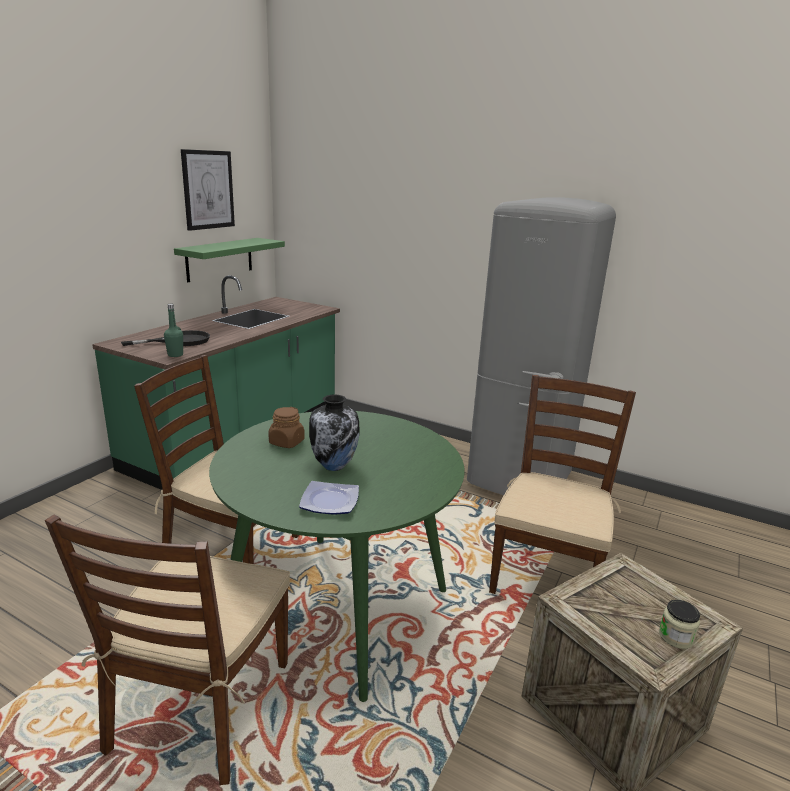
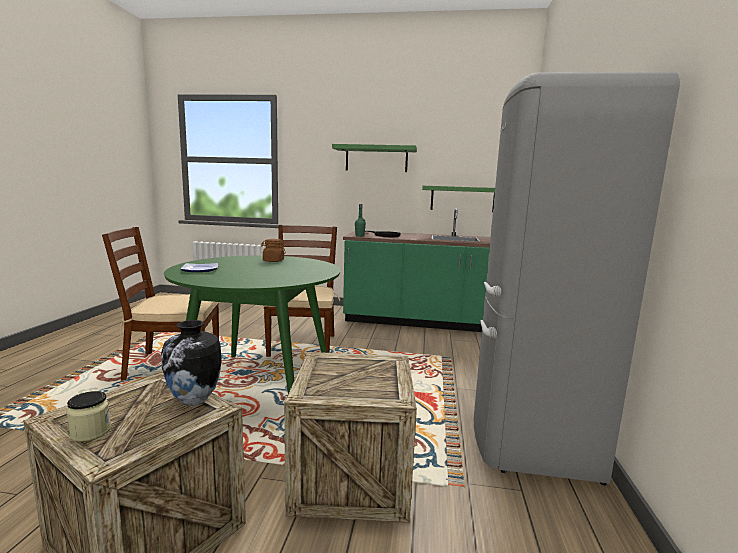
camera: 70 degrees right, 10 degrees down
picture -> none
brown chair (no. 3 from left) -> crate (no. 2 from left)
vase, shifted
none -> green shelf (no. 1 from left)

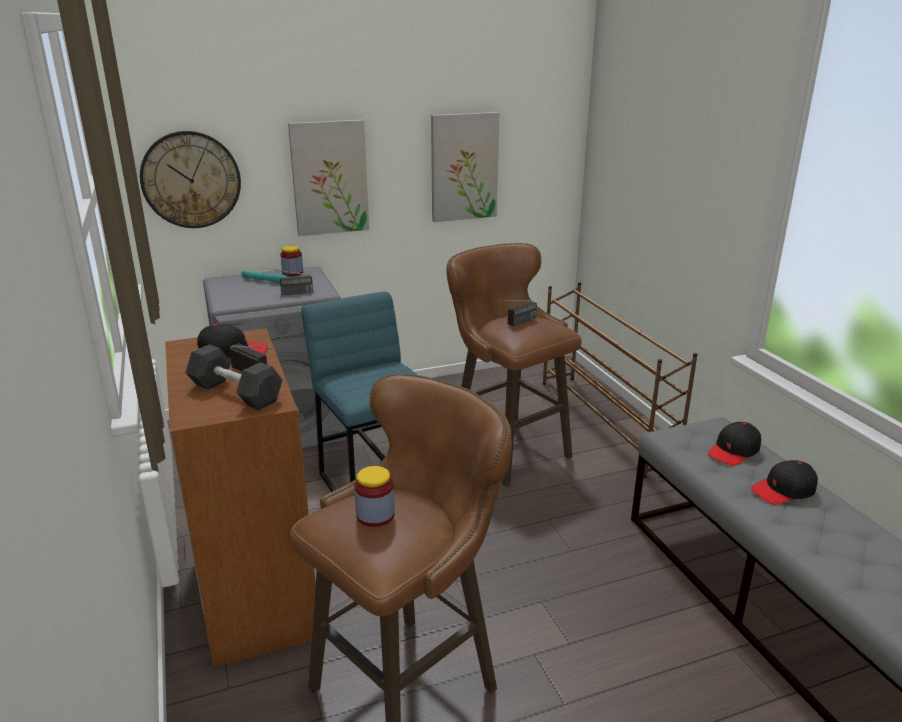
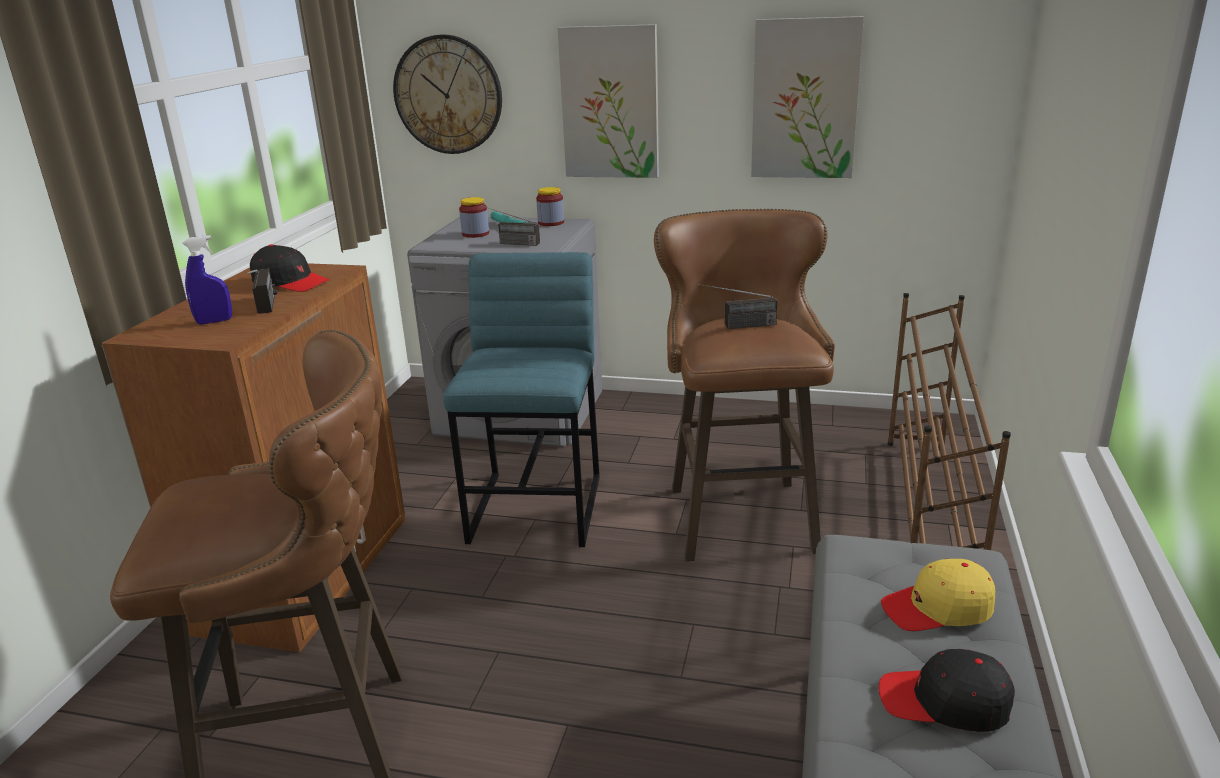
camera: 35 degrees right, 0 degrees up
grey dumbbell -> blue spray bottle
black cap (no. 2 from left) -> yellow cap
jar (no. 2 from left in the first image) -> jar (no. 1 from left), shifted

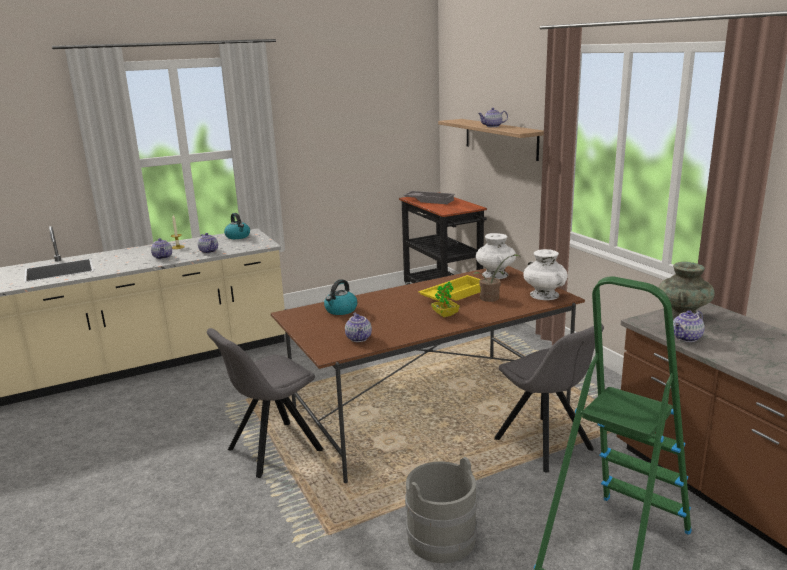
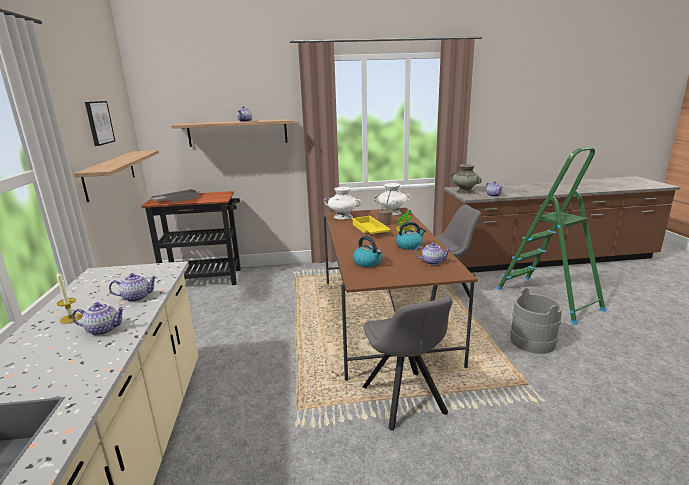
camera: 70 degrees left, 0 degrees up
kettle (no. 1 from left in the first image) -> kettle (no. 2 from left), shifted
none -> picture
none -> shelf (no. 1 from left)

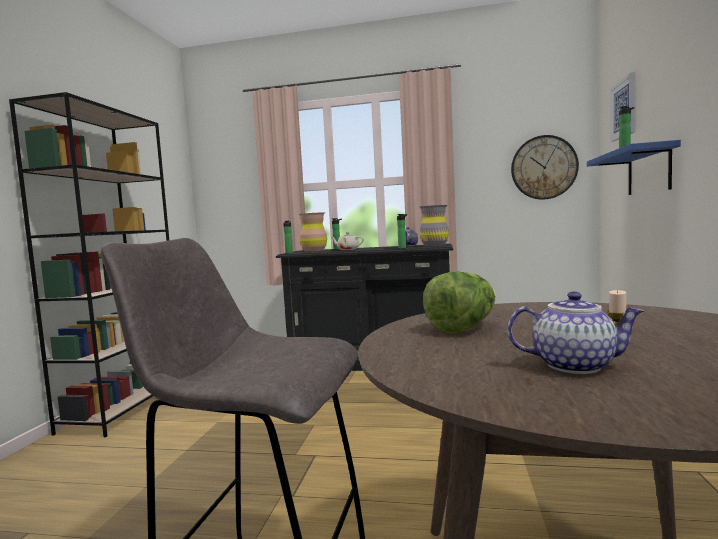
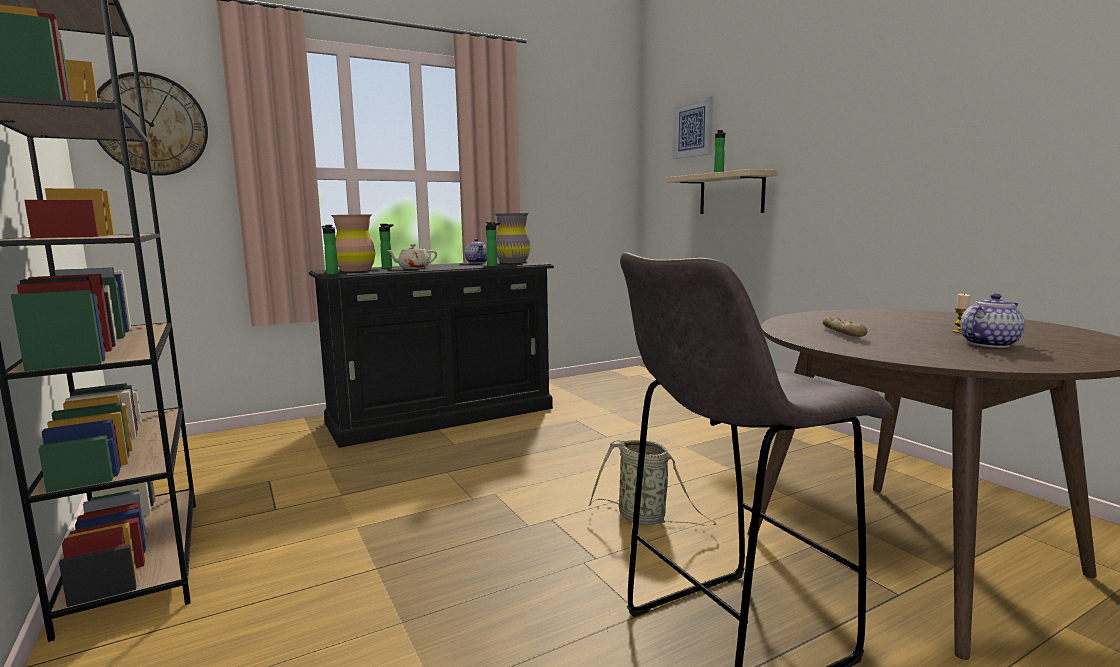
camera: 40 degrees left, 5 degrees up
wall clock, shifted
blue shelf -> beige shelf
lettuce -> bread
none -> basket

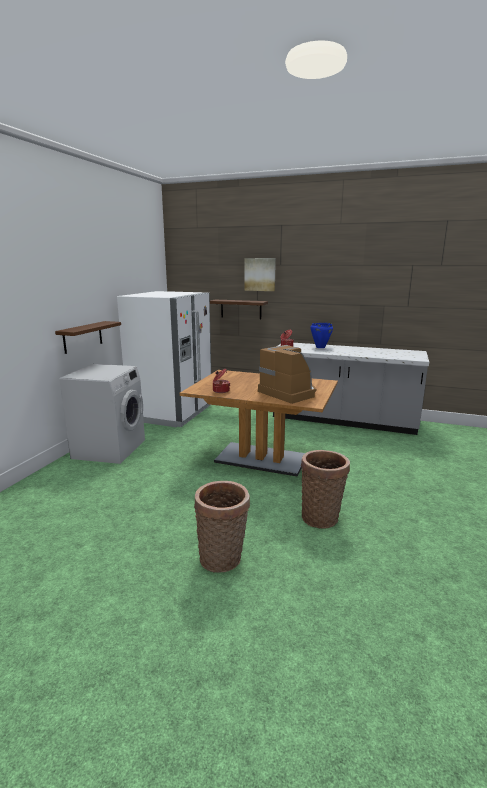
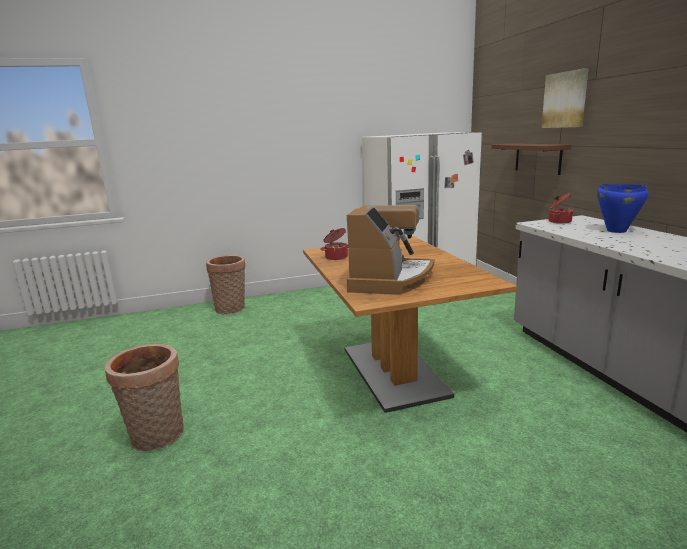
camera: 55 degrees right, 0 degrees up
brown shelf (no. 1 from left) -> none
white washing machine -> none
basket (no. 2 from left), shifted

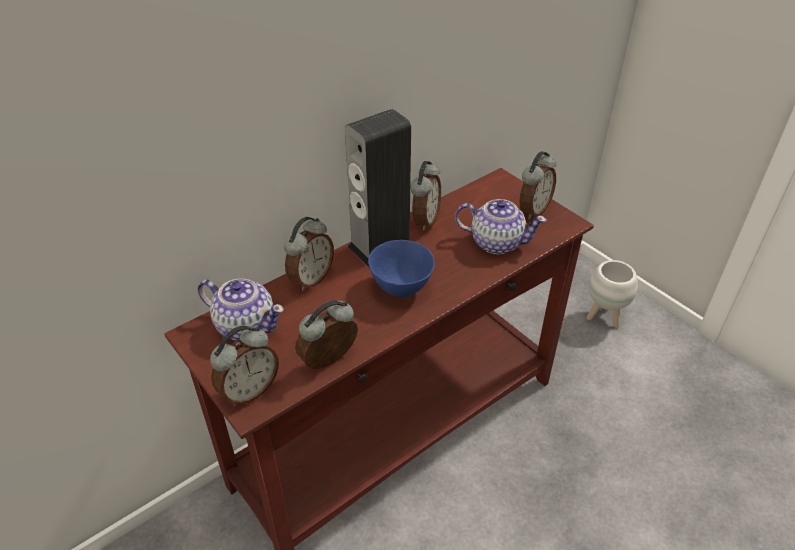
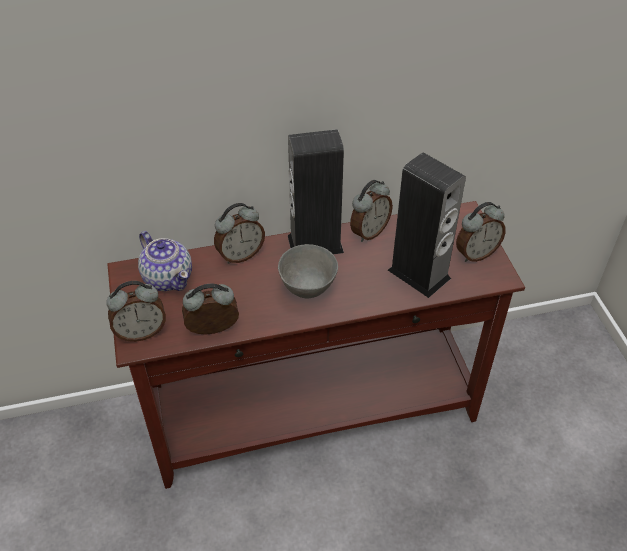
camera: 25 degrees right, 5 degrees up
teapot (no. 2 from left) -> speaker (no. 2 from left)
blue bowl -> grey bowl
white planter -> none

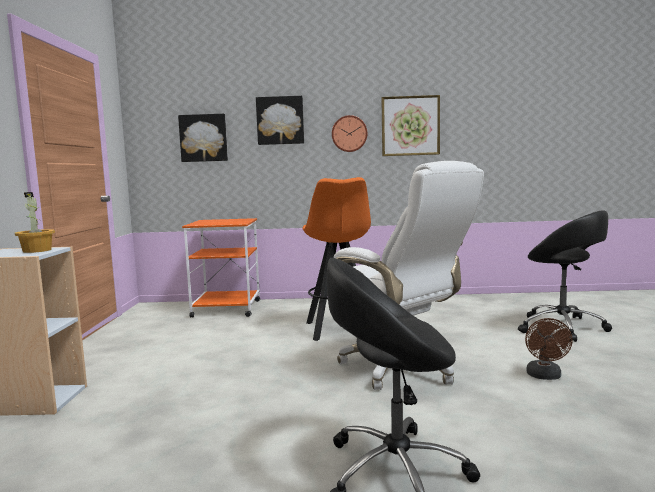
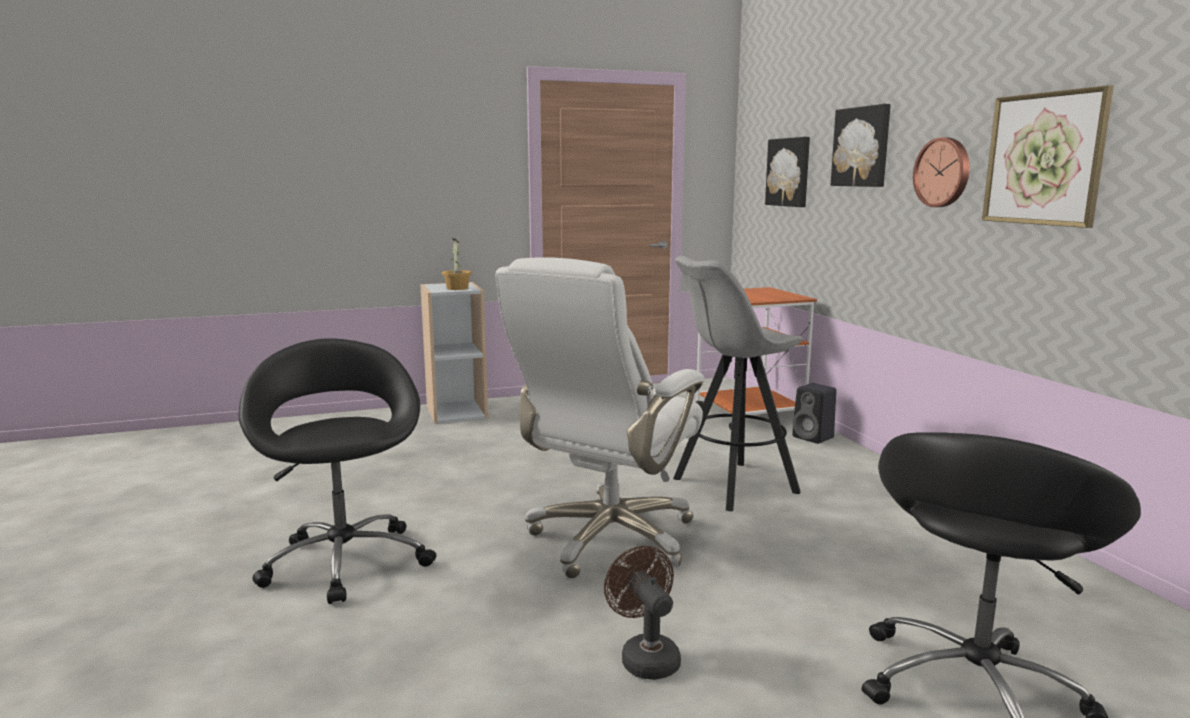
camera: 70 degrees right, 5 degrees up
orange stool -> grey stool
brown fan, 75 degrees clockwise
none -> black speaker

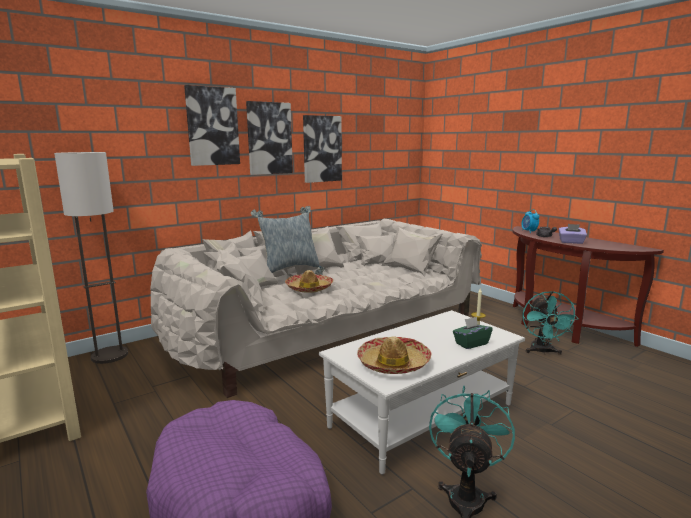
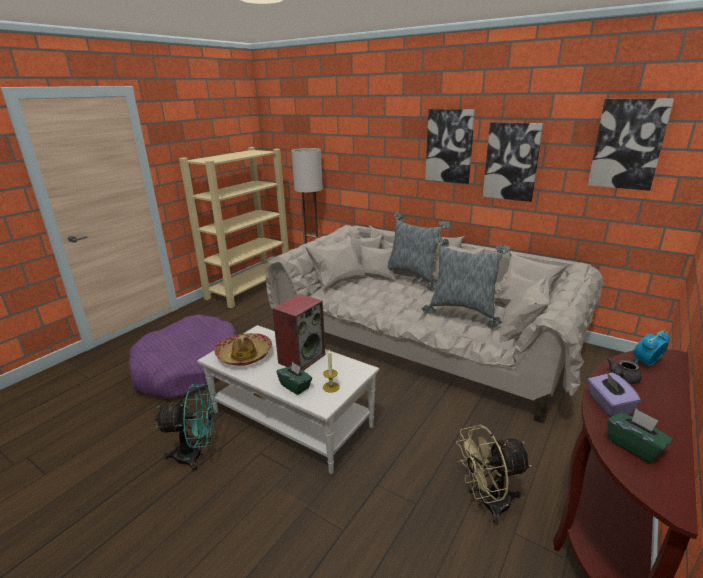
camera: 70 degrees right, 10 degrees up
picture (no. 1 from left in the first image) -> picture (no. 3 from left), shifted
hat (no. 1 from left) -> none
turquoise fan (no. 2 from left) -> beige fan
none -> pillow (no. 2 from left)
none -> speaker
none -> green tissue box (no. 2 from left)

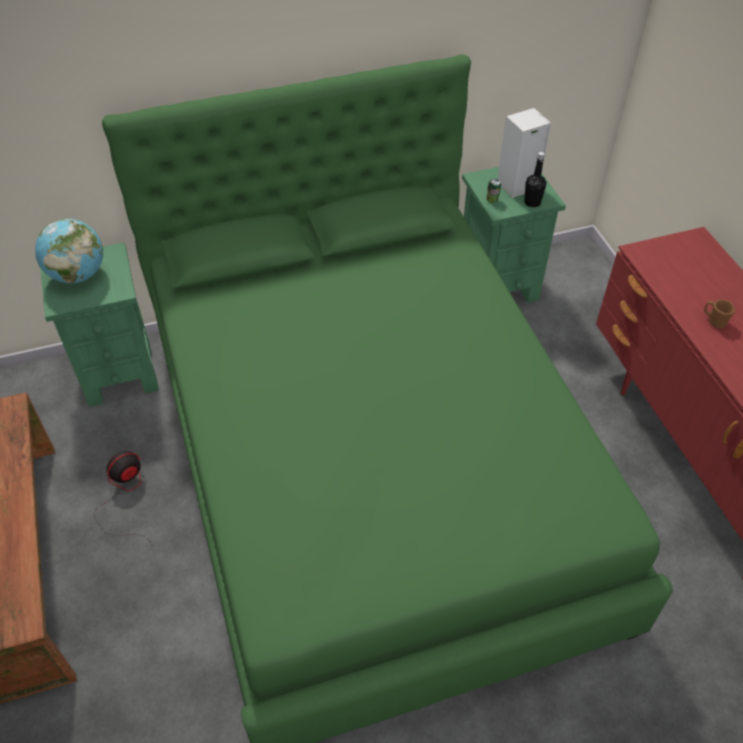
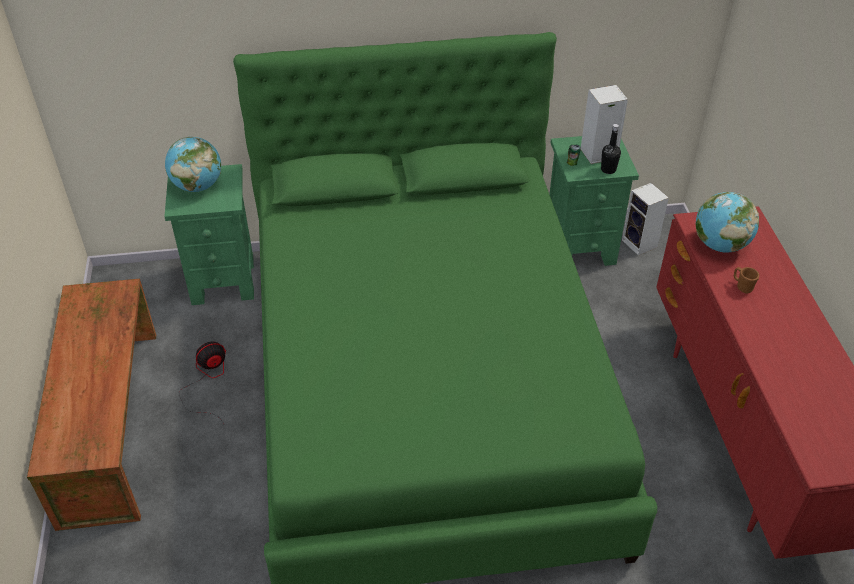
camera: 10 degrees right, 5 degrees down
none -> speaker (no. 2 from left)
none -> globe (no. 2 from left)

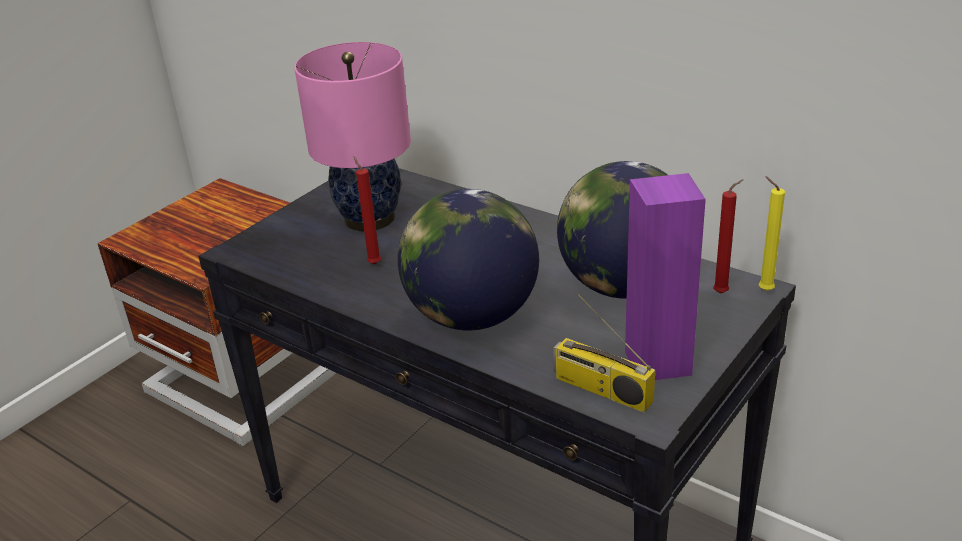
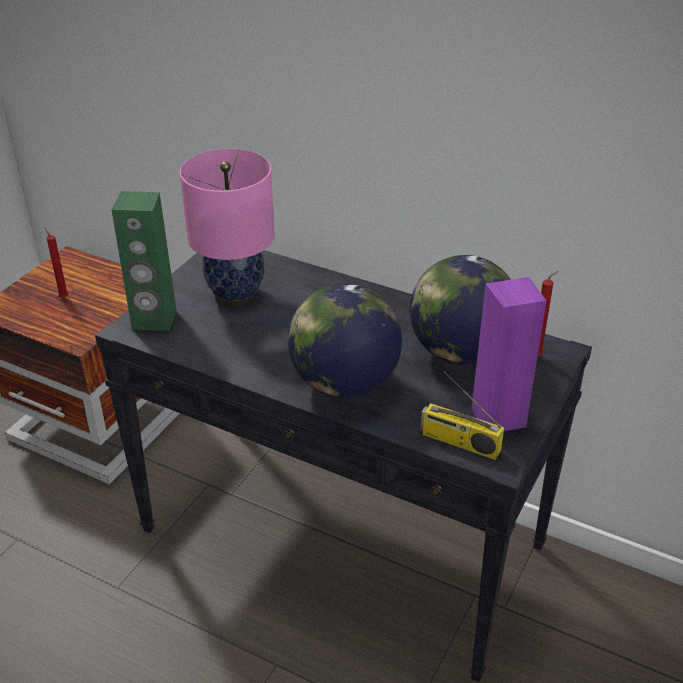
camera: 10 degrees left, 5 degrees up
red candle (no. 1 from left), shifted
yellow candle -> none
none -> green speaker

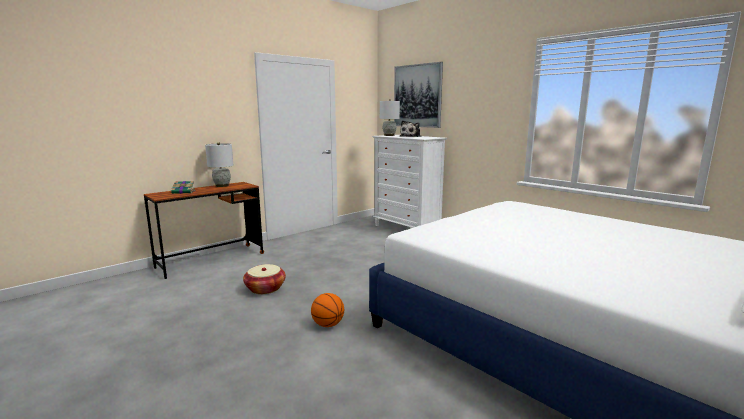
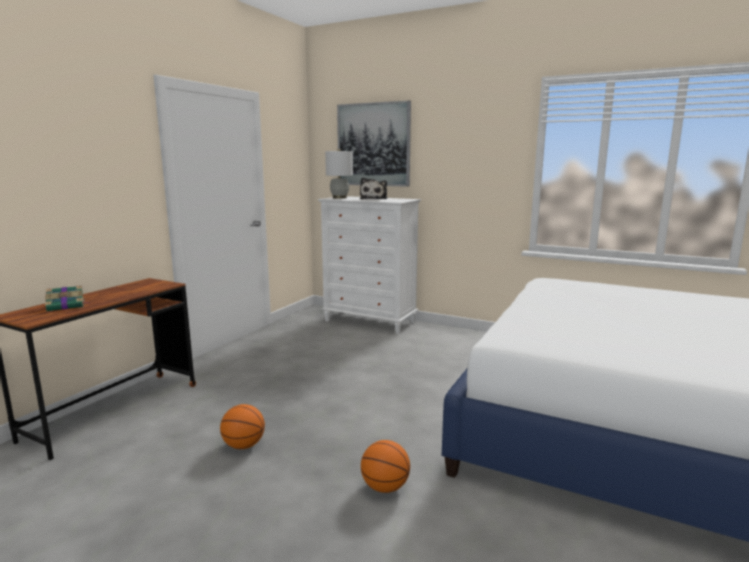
camera: 20 degrees left, 0 degrees up
white table lamp (no. 1 from left) -> none
basket -> basketball (no. 1 from left)

